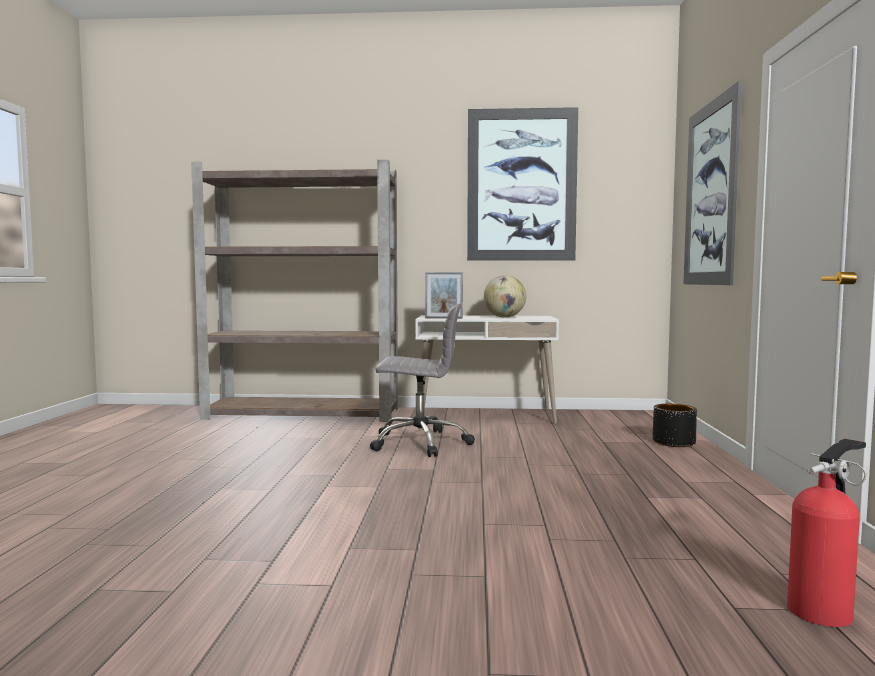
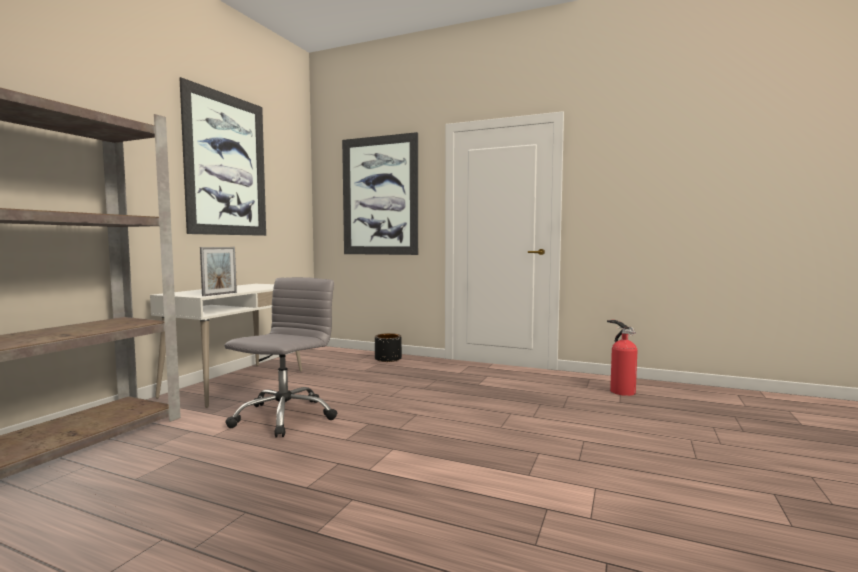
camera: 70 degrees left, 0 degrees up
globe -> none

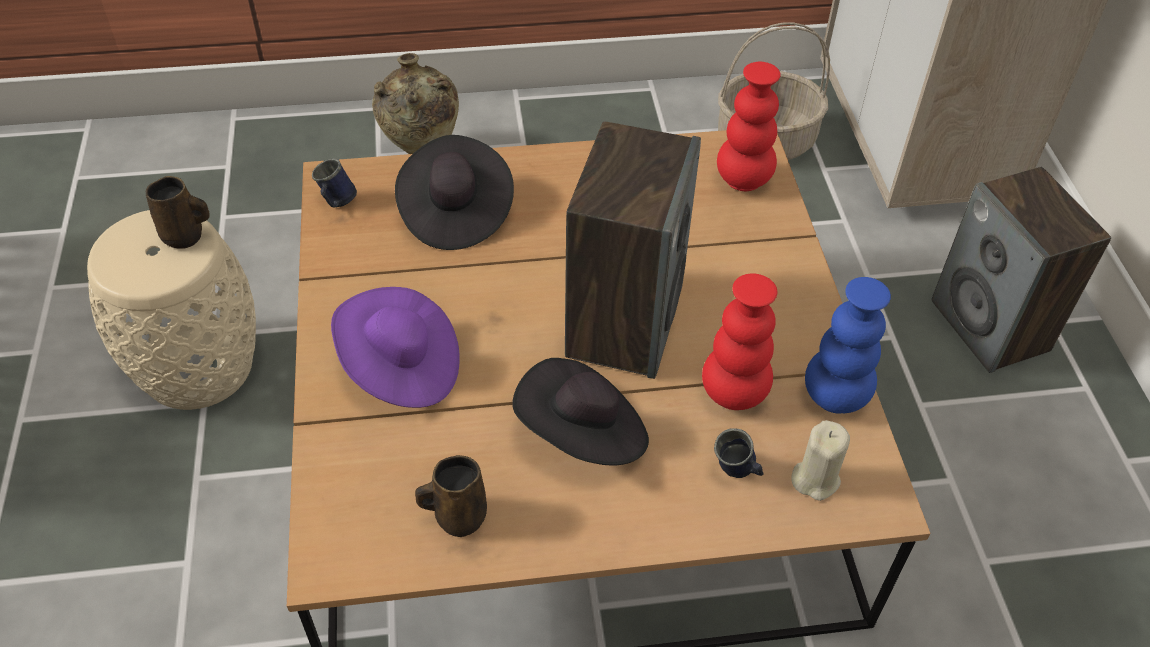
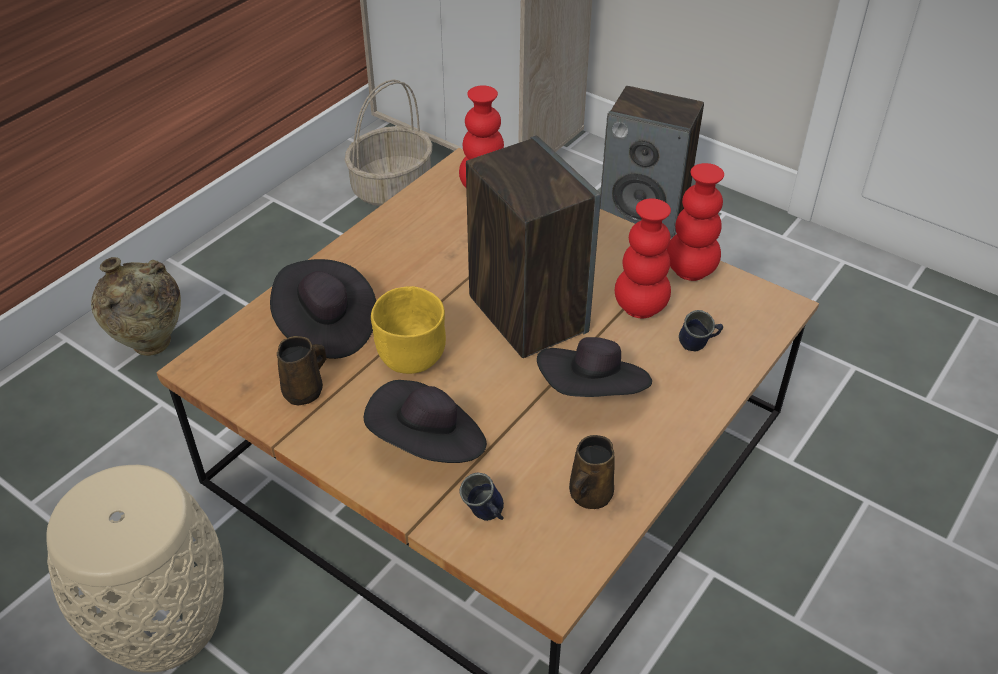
camera: 45 degrees left, 5 degrees down
blue mug (no. 1 from left), shifted
brown mug (no. 1 from left), shifted
blue vase -> red vase (no. 3 from left)
purple hat -> black hat (no. 2 from left)
beige candle -> none
none -> yellow bowl

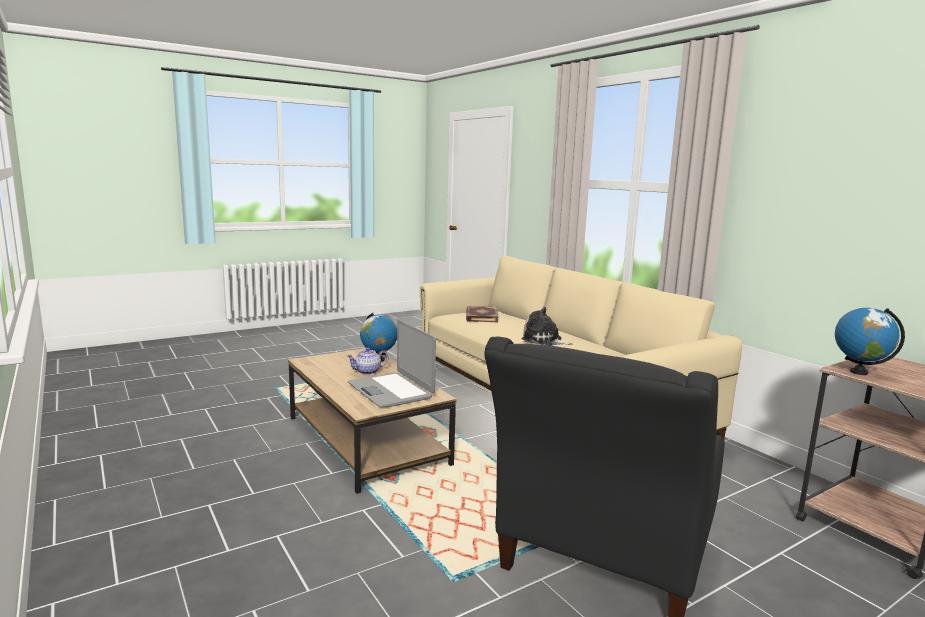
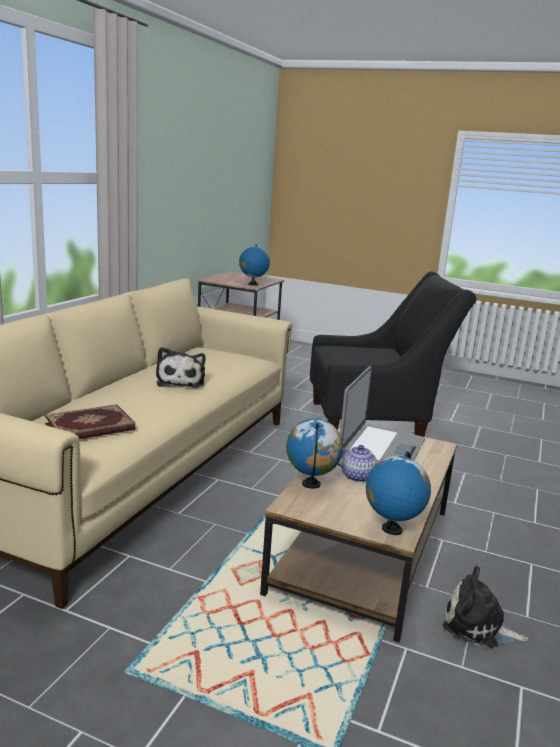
camera: 125 degrees left, 5 degrees up
none -> globe (no. 3 from left)
none -> plush toy (no. 2 from left)

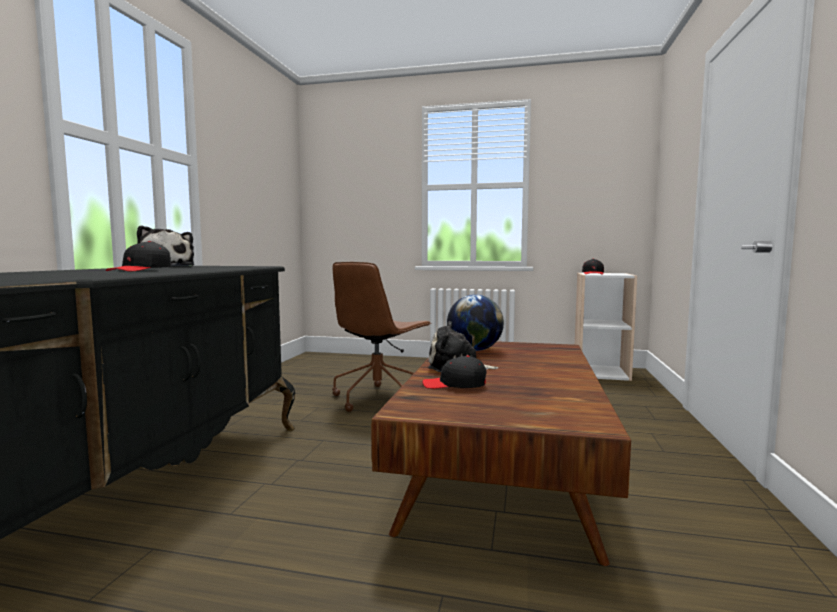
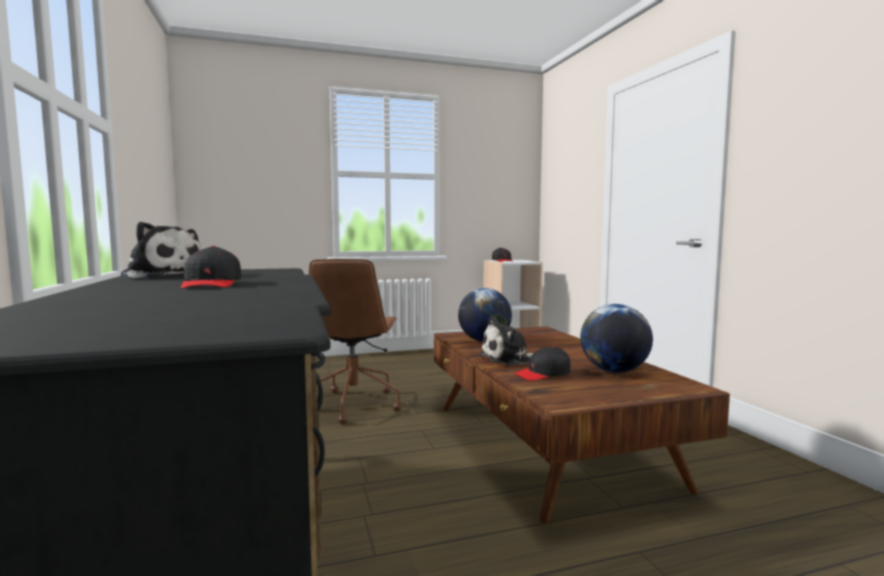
camera: 30 degrees left, 0 degrees up
none -> globe (no. 2 from left)

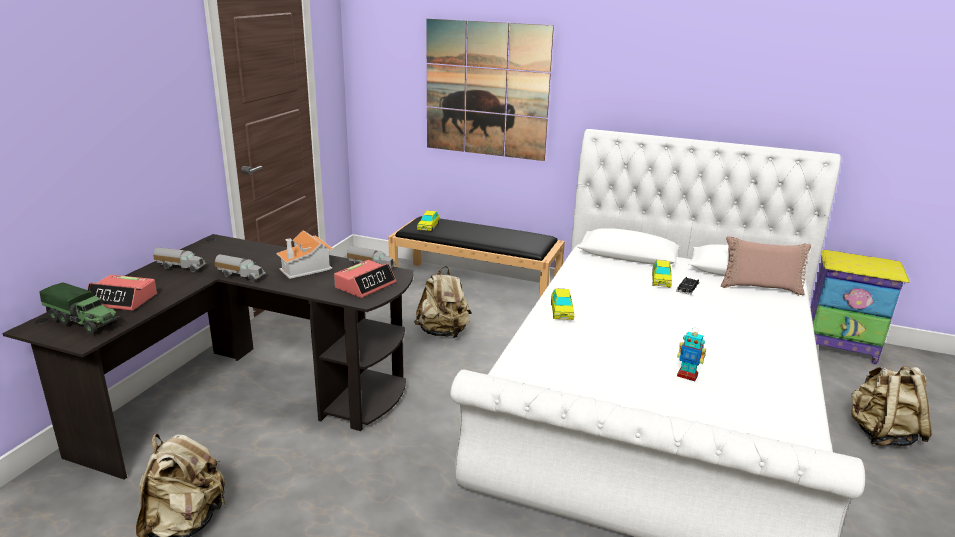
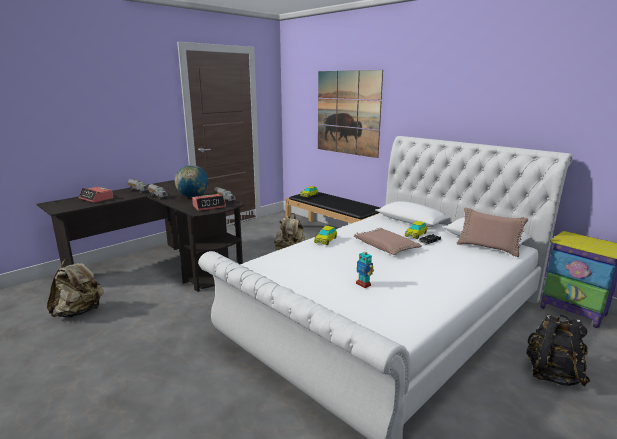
camera: 25 degrees right, 5 degrees down
toy house -> globe
toy truck (no. 1 from left) -> none
beige backpack (no. 3 from left) -> black backpack
none -> beige pillow (no. 1 from left)

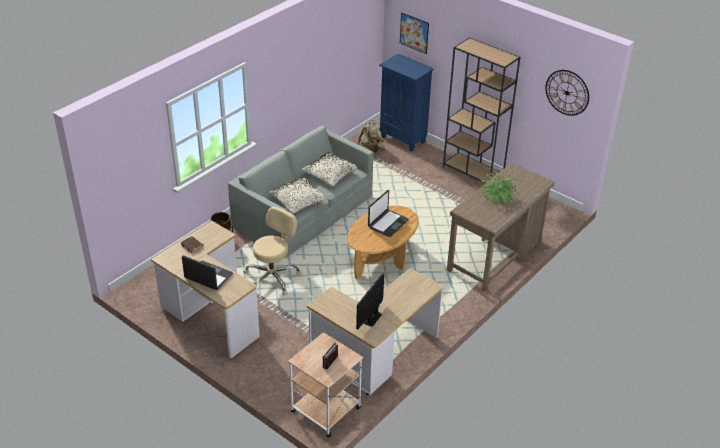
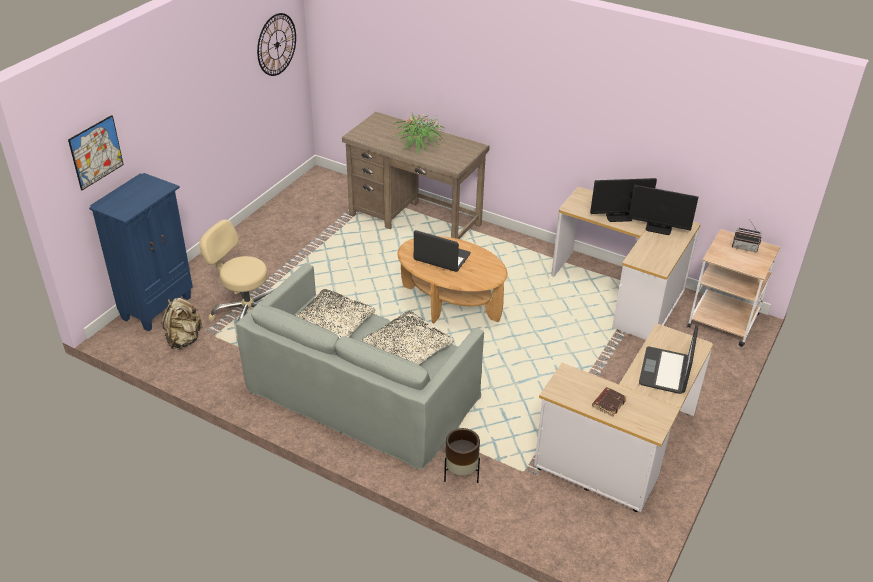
camera: 100 degrees left, 0 degrees up
bookcase -> none
beige office chair, shifted
none -> monitor (no. 1 from left)

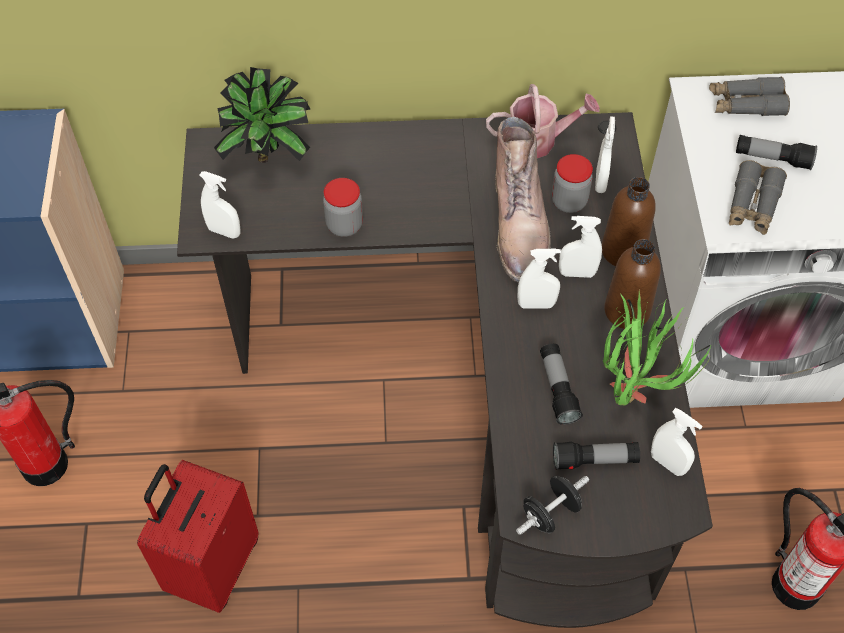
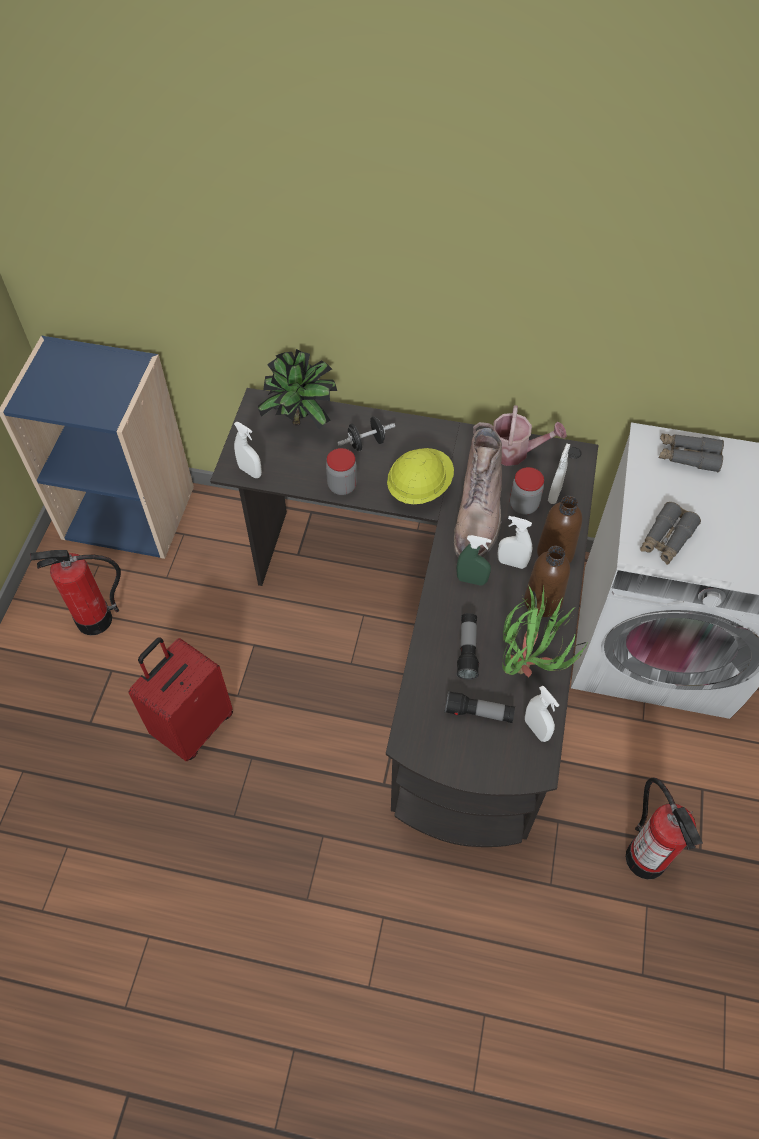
camera: 15 degrees right, 0 degrees up
flashlight (no. 3 from left) -> none
white spray bottle (no. 2 from left) -> green spray bottle
black dumbbell, shifted
none -> yellow hard hat

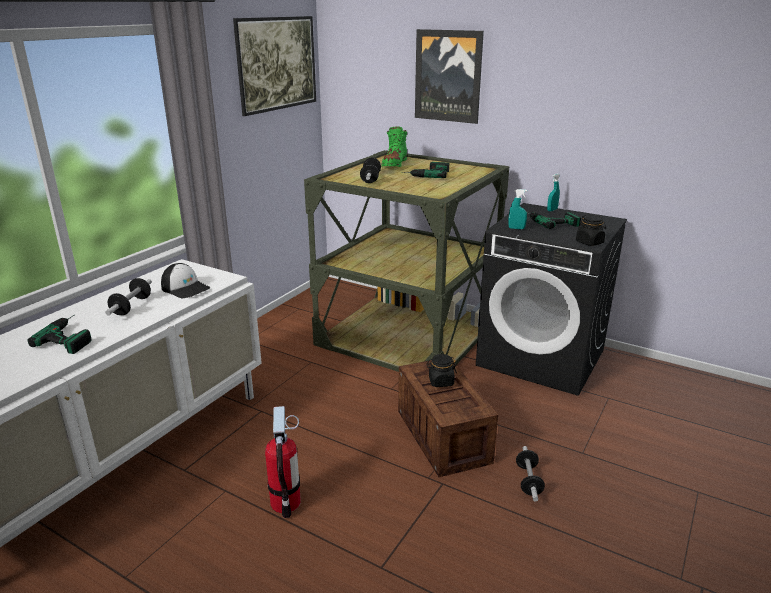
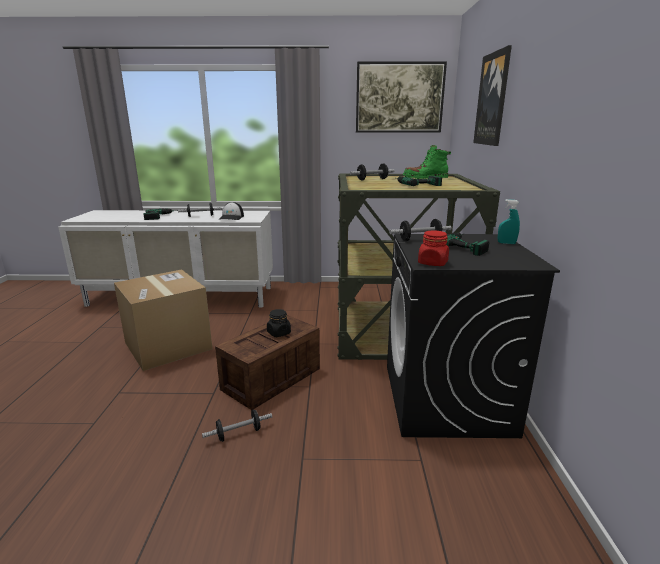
camera: 60 degrees right, 5 degrees down
turquoise spray bottle (no. 1 from left) -> dumbbell (no. 4 from left)
black jar (no. 2 from left) -> red jar
fire extinguisher -> cardboard box

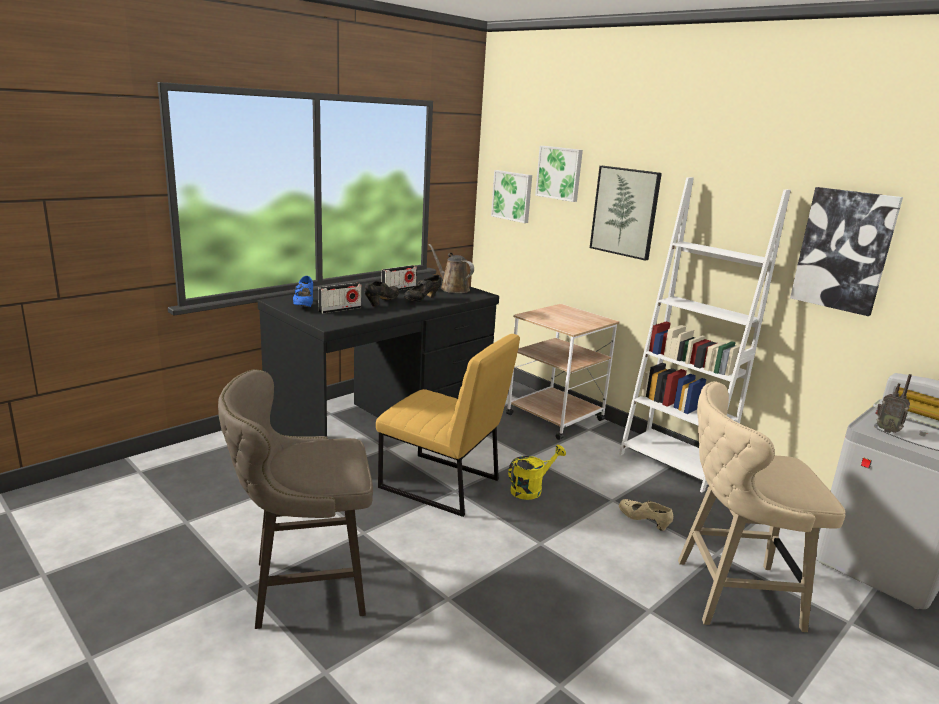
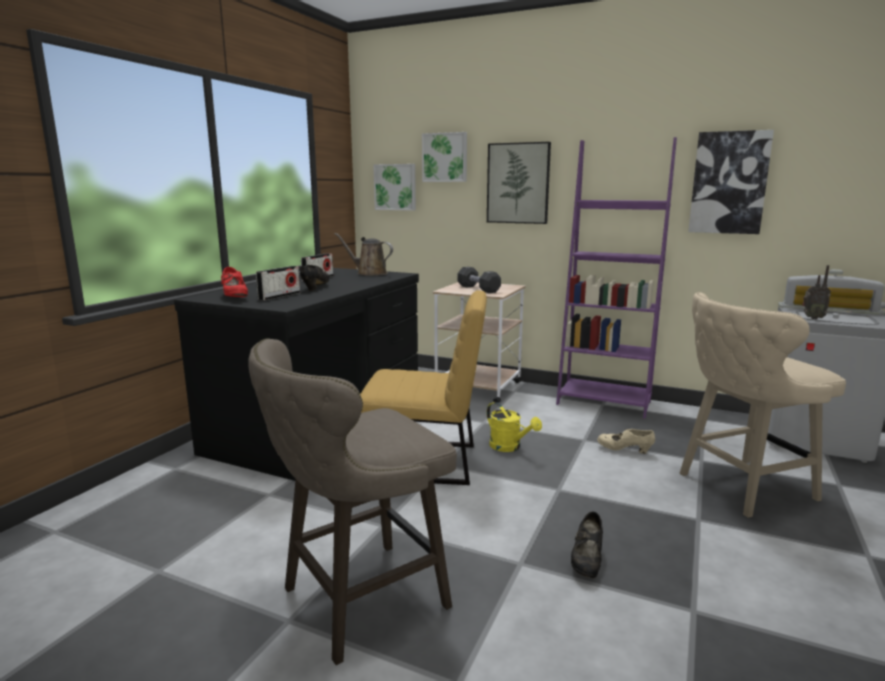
camera: 20 degrees left, 5 degrees down
white bookcase -> purple bookcase
black shoe (no. 2 from left), shifted
blue shoe -> red shoe
yellow watering can, 105 degrees clockwise
none -> black dumbbell

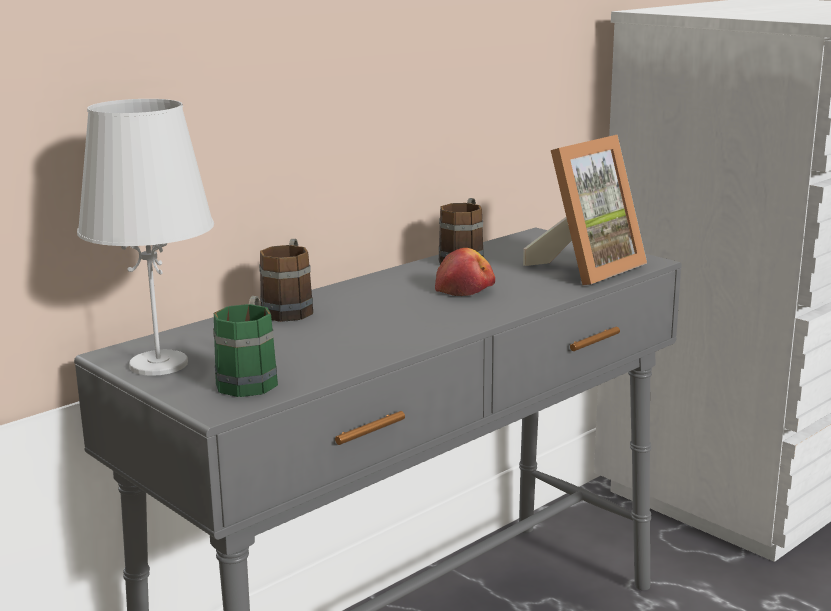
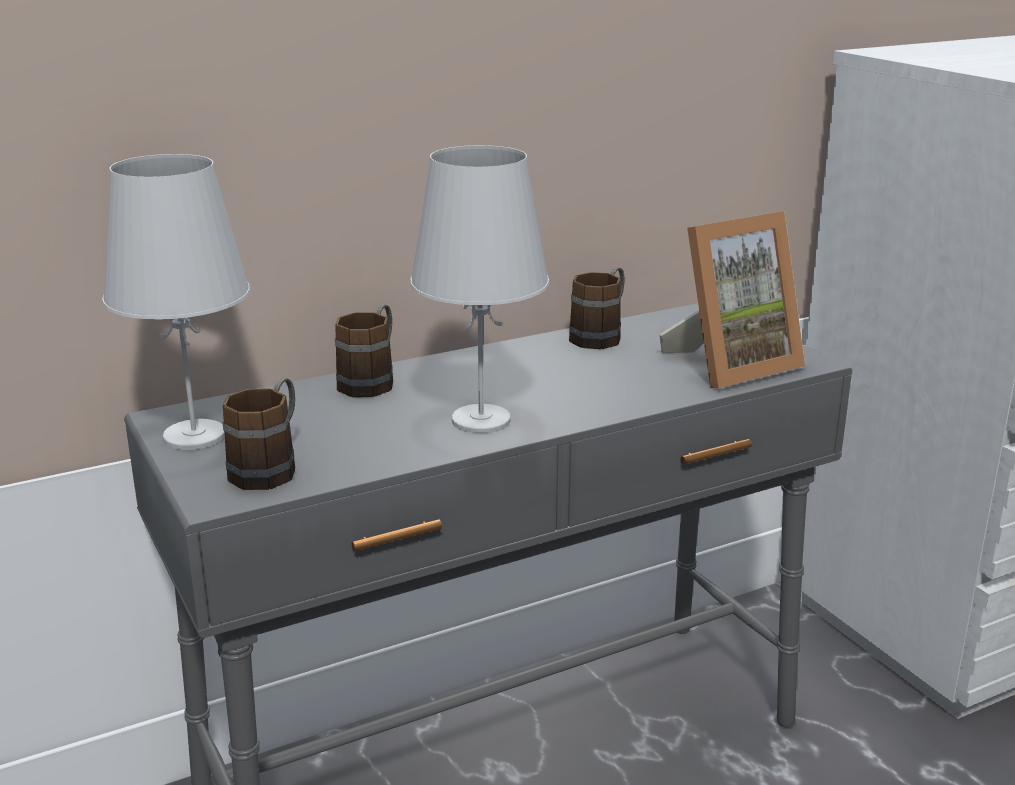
camera: 15 degrees right, 5 degrees up
apple -> none
green mug -> brown mug (no. 1 from left)
none -> white table lamp (no. 2 from left)

